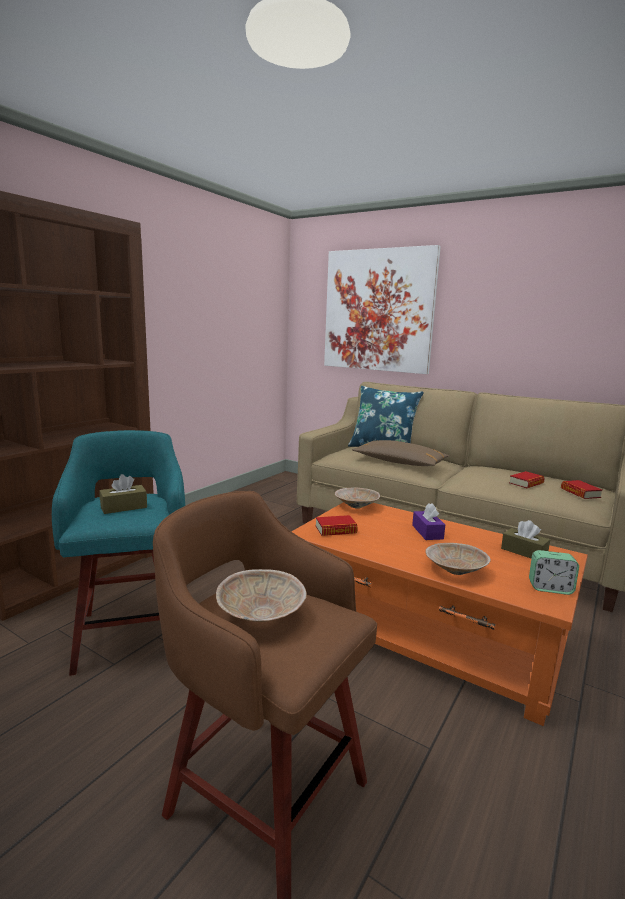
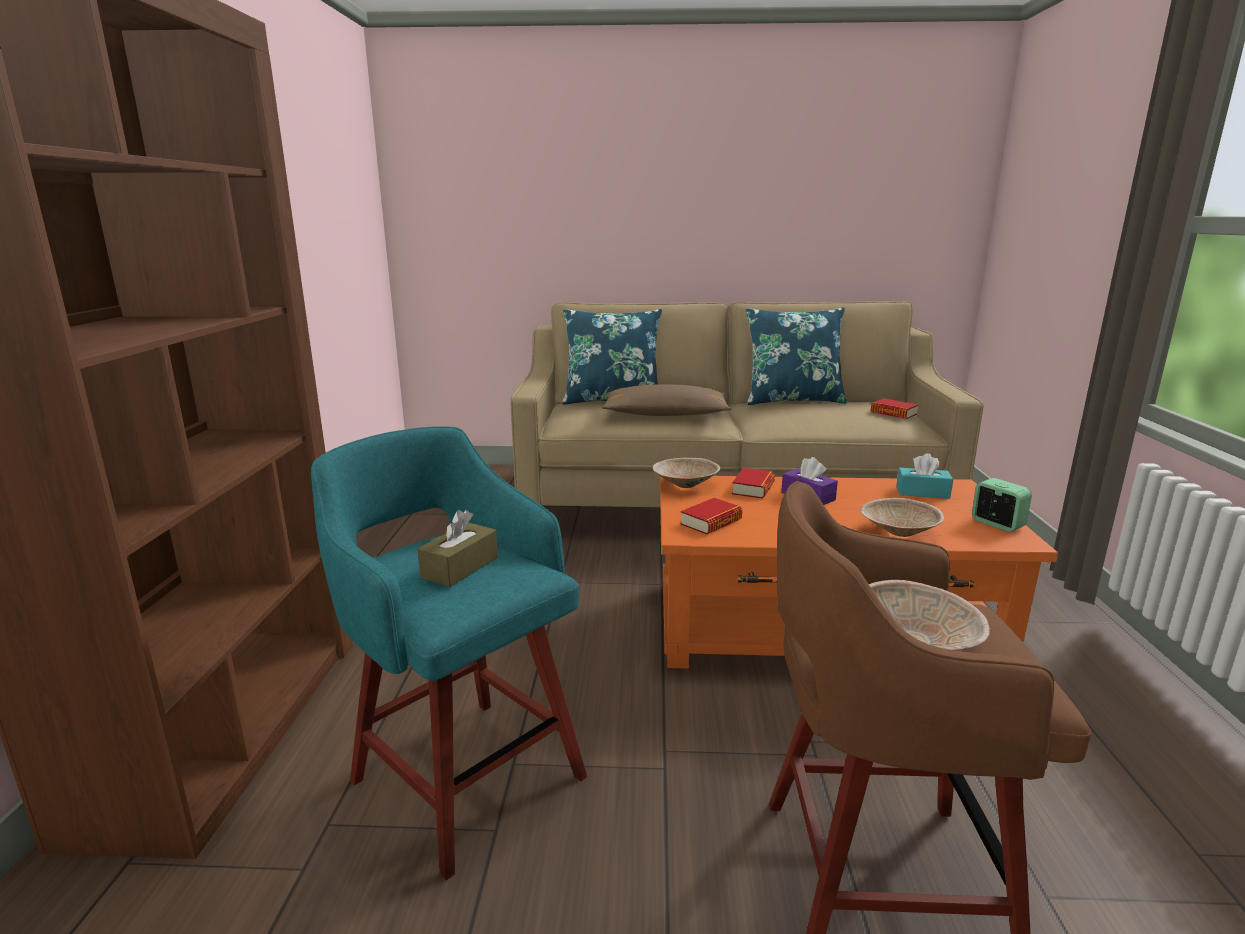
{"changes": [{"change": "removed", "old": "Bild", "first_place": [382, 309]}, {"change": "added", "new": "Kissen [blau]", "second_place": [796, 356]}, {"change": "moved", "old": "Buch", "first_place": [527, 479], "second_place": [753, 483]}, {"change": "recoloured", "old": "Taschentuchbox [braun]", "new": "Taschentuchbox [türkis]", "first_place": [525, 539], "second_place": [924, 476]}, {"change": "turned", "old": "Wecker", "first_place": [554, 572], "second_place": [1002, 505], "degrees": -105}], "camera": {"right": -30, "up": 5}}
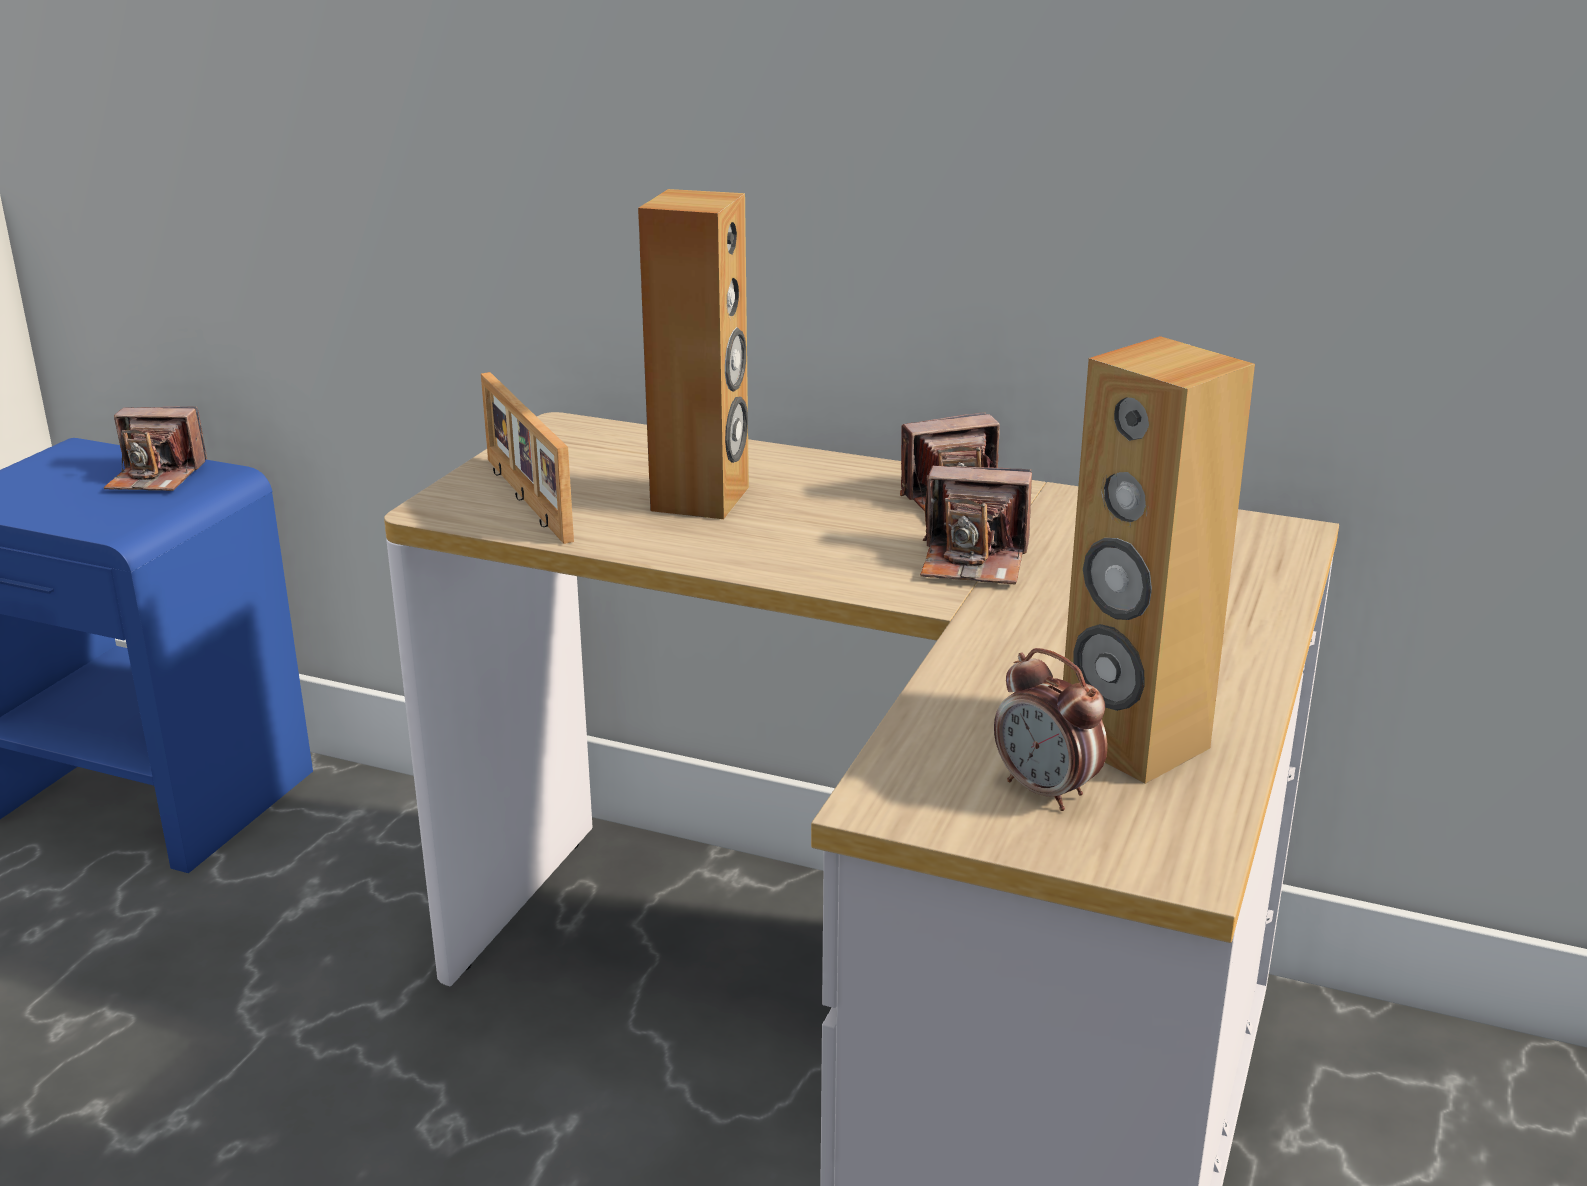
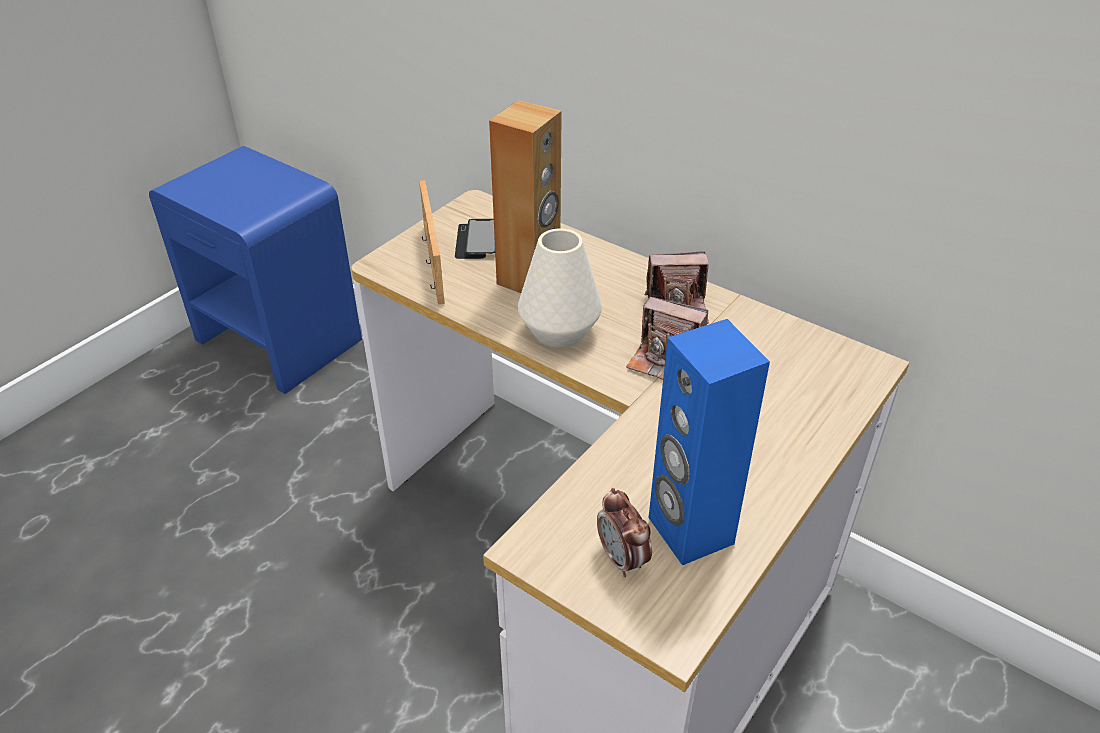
{"changes": [{"change": "removed", "old": "Kamera", "first_place": [155, 448]}, {"change": "added", "new": "Handy", "second_place": [475, 239]}, {"change": "added", "new": "Vase [weiß]", "second_place": [560, 288]}, {"change": "recoloured", "old": "Lautsprecher [braun]", "new": "Lautsprecher [blau]", "first_place": [1159, 560], "second_place": [709, 442]}], "camera": {"right": 15, "up": 15}}
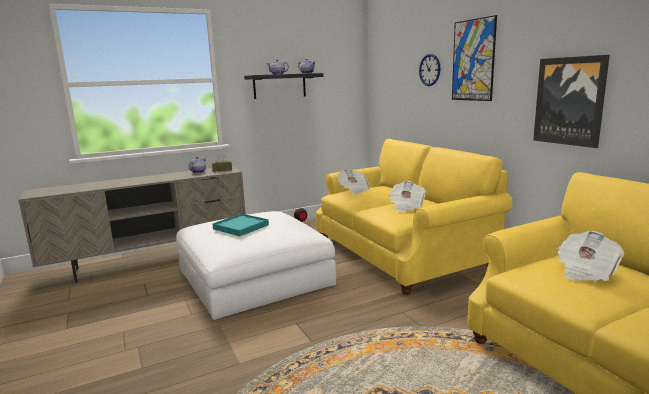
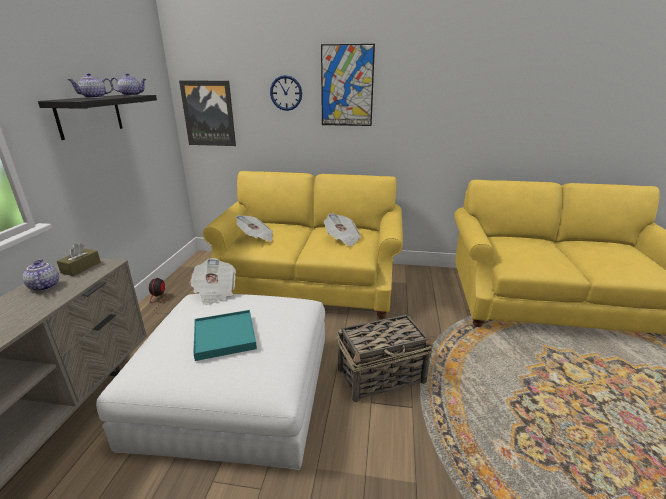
{"changes": [{"change": "added", "new": "Korb", "second_place": [385, 358]}, {"change": "moved", "old": "Bild", "first_place": [571, 101], "second_place": [207, 113]}, {"change": "moved", "old": "Zeitung", "first_place": [591, 256], "second_place": [213, 281]}], "camera": {"right": -55, "up": 10}}
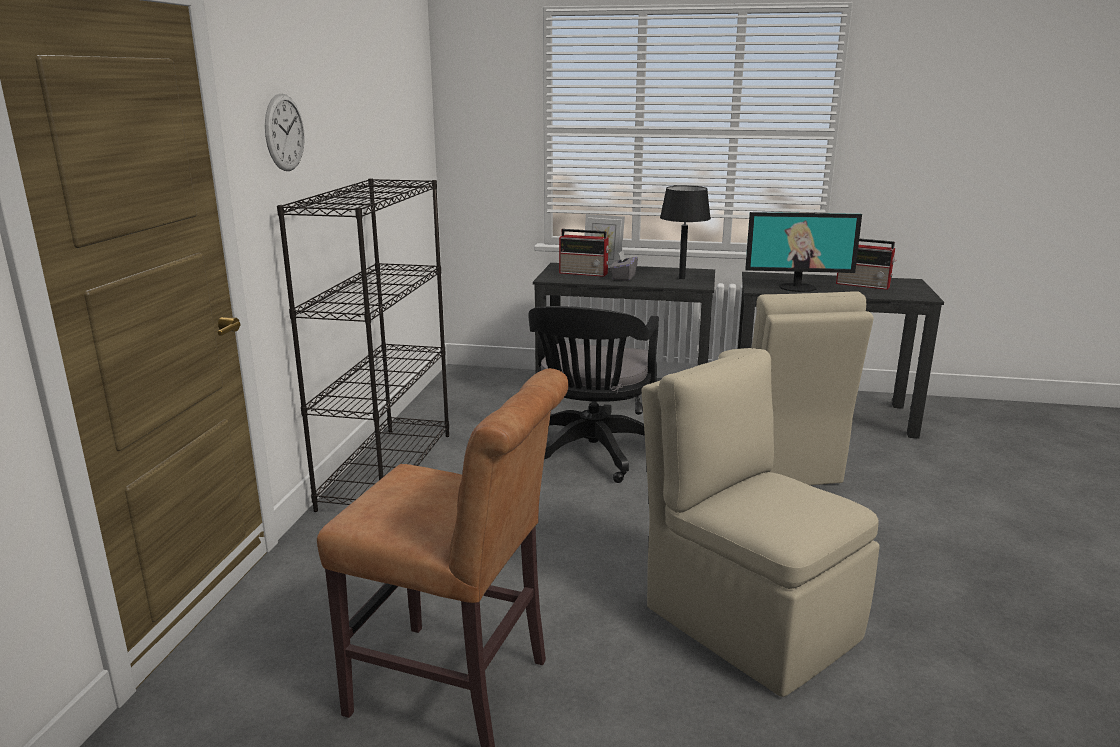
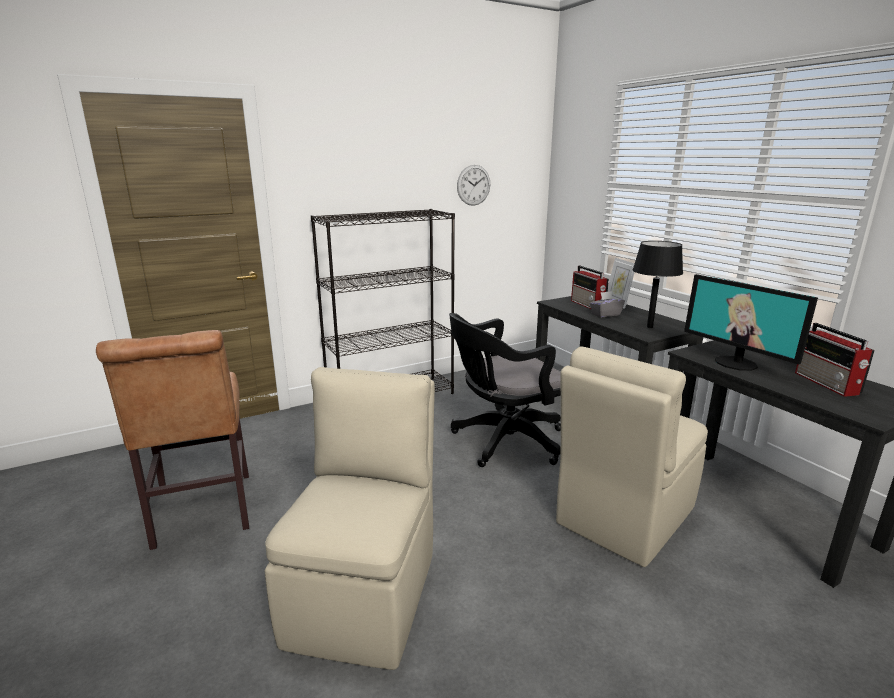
{"changes": [{"change": "moved", "old": "Wanduhr", "first_place": [285, 132], "second_place": [473, 185]}], "camera": {"right": 50, "up": 0}}
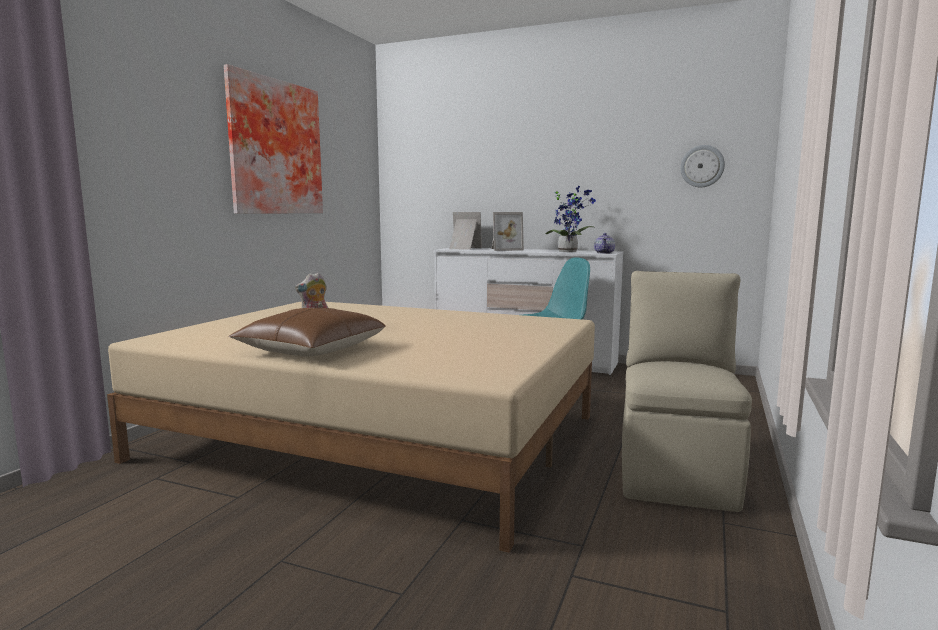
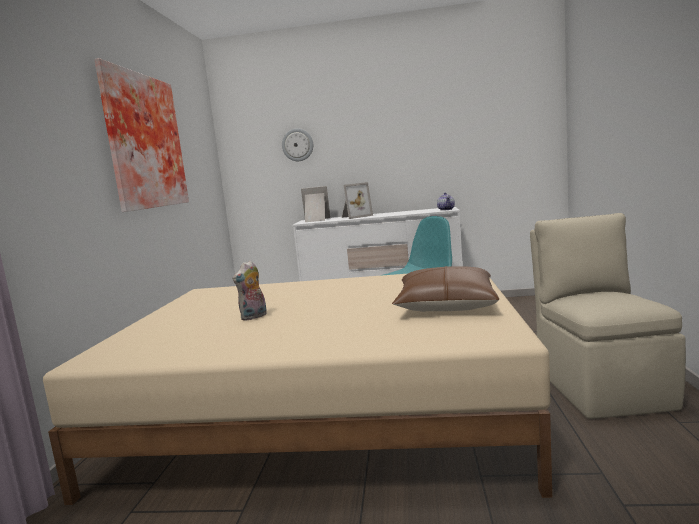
{"changes": [{"change": "removed", "old": "Topfpflanze", "first_place": [571, 219]}, {"change": "moved", "old": "Kissen [braun]", "first_place": [307, 332], "second_place": [445, 289]}, {"change": "moved", "old": "Wanduhr", "first_place": [702, 166], "second_place": [297, 144]}], "camera": {"right": -15, "up": 0}}
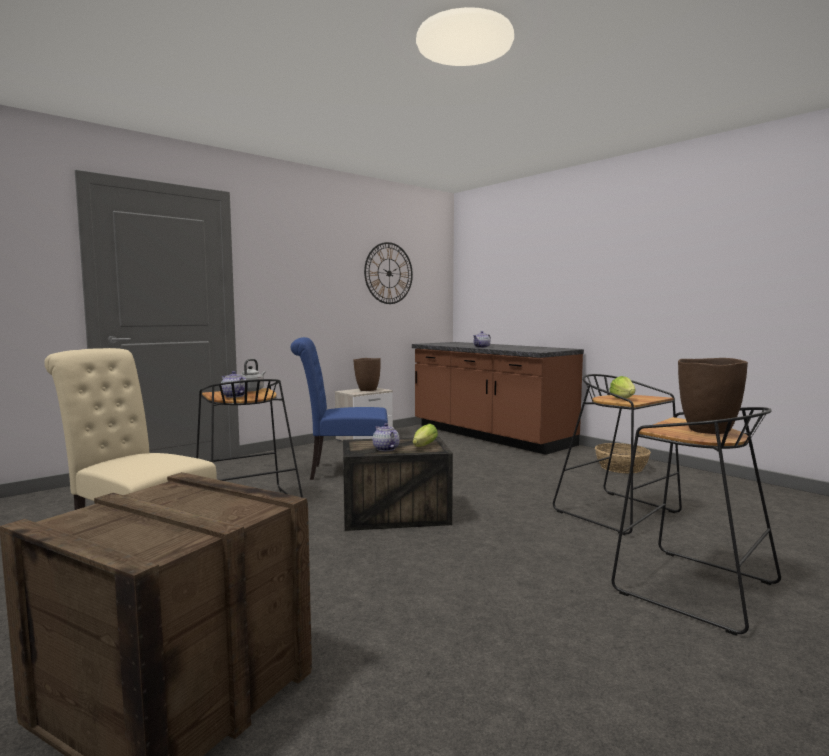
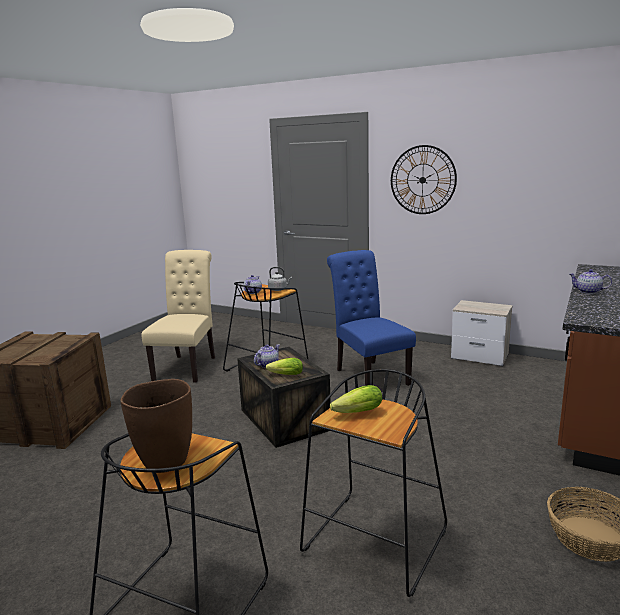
{"changes": [{"change": "removed", "old": "Vase [braun]", "first_place": [367, 374]}, {"change": "moved", "old": "Wanduhr", "first_place": [388, 273], "second_place": [424, 179]}], "camera": {"right": 70, "up": 10}}
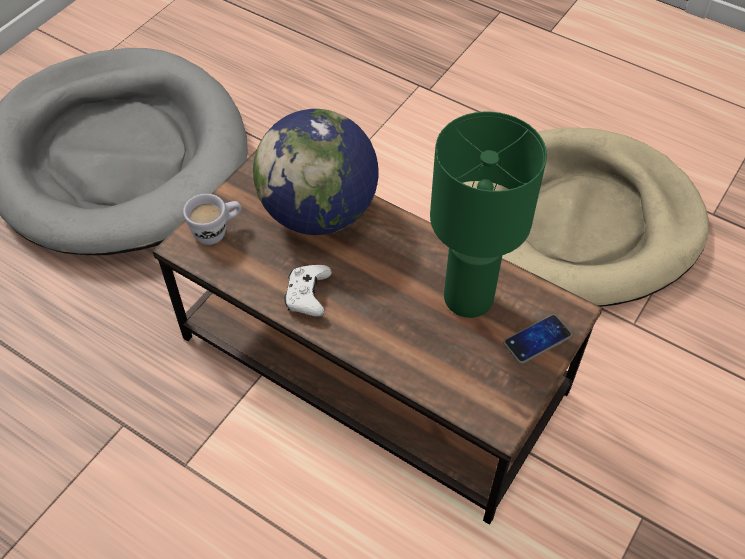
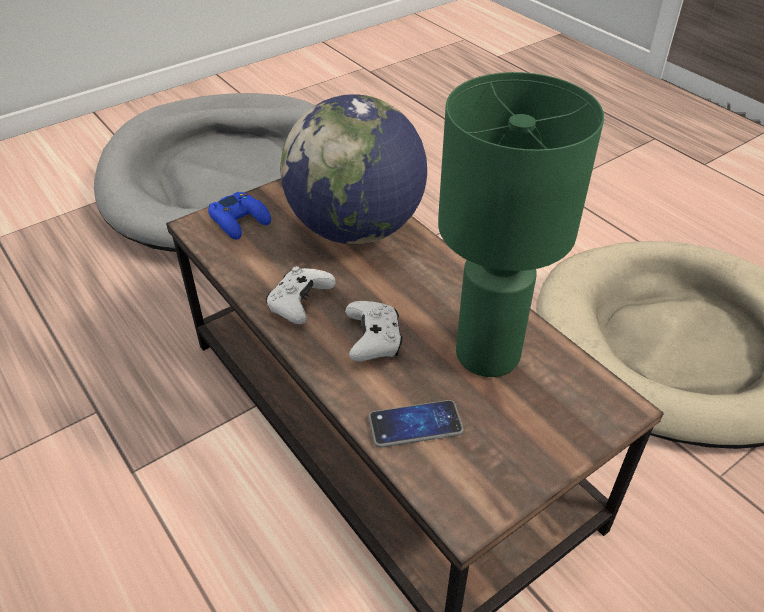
{"changes": [{"change": "added", "new": "Gamepad [weiß]", "second_place": [374, 331]}, {"change": "moved", "old": "Handy", "first_place": [537, 339], "second_place": [416, 424]}, {"change": "replaced", "old": "Henkelbecher [weiß]", "new": "Gamepad [blau]", "first_place": [212, 219], "second_place": [239, 215]}], "camera": {"right": 20, "up": -10}}
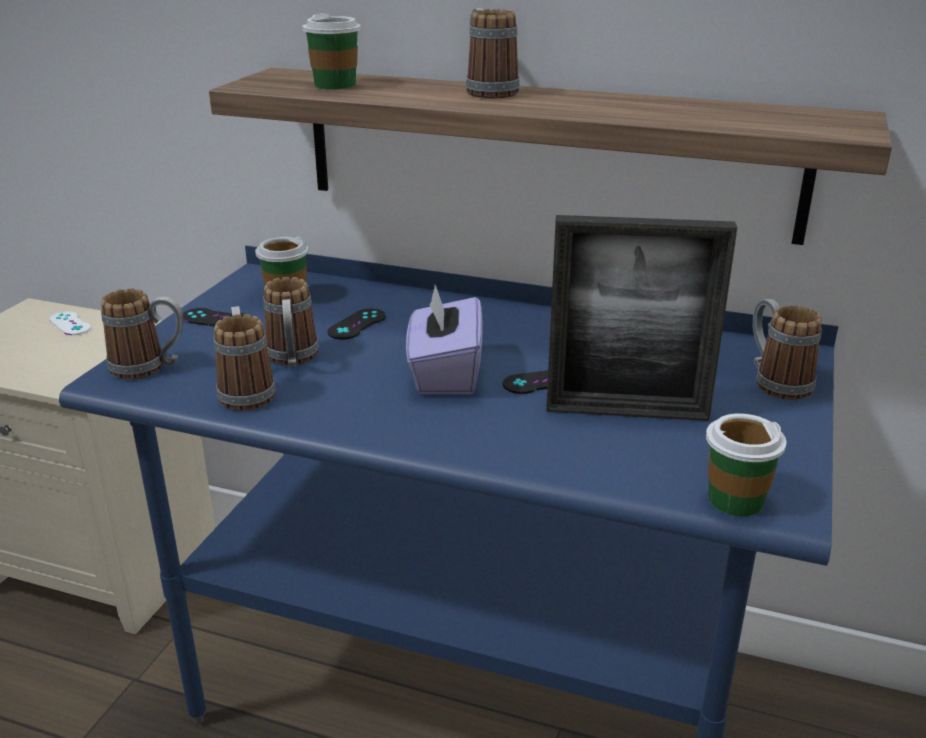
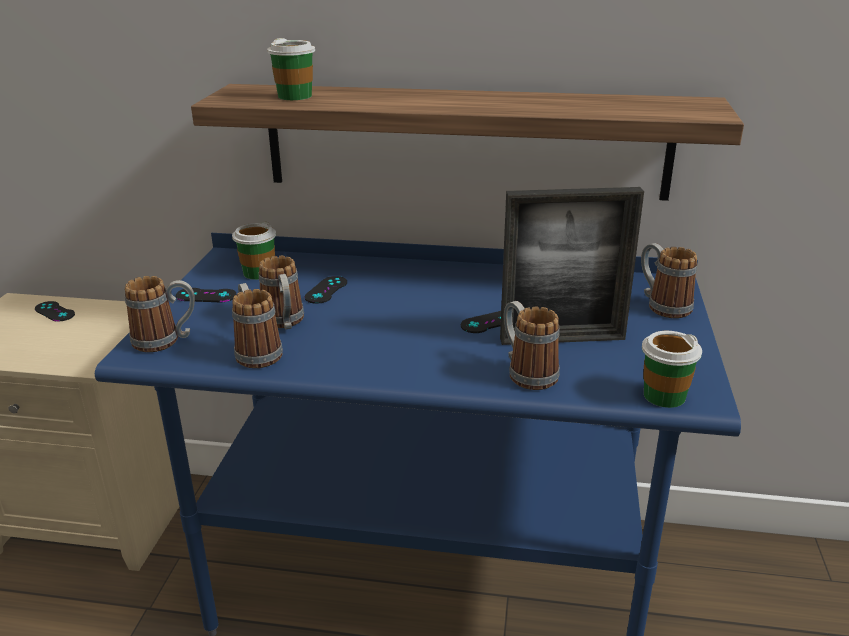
{"changes": [{"change": "removed", "old": "Taschentuchbox [lila]", "first_place": [444, 339]}, {"change": "moved", "old": "Henkelbecher", "first_place": [493, 53], "second_place": [531, 345]}, {"change": "recoloured", "old": "Gamepad [weiß]", "new": "Gamepad [schwarz]", "first_place": [70, 323], "second_place": [55, 311]}], "camera": {"right": -10, "up": 0}}
